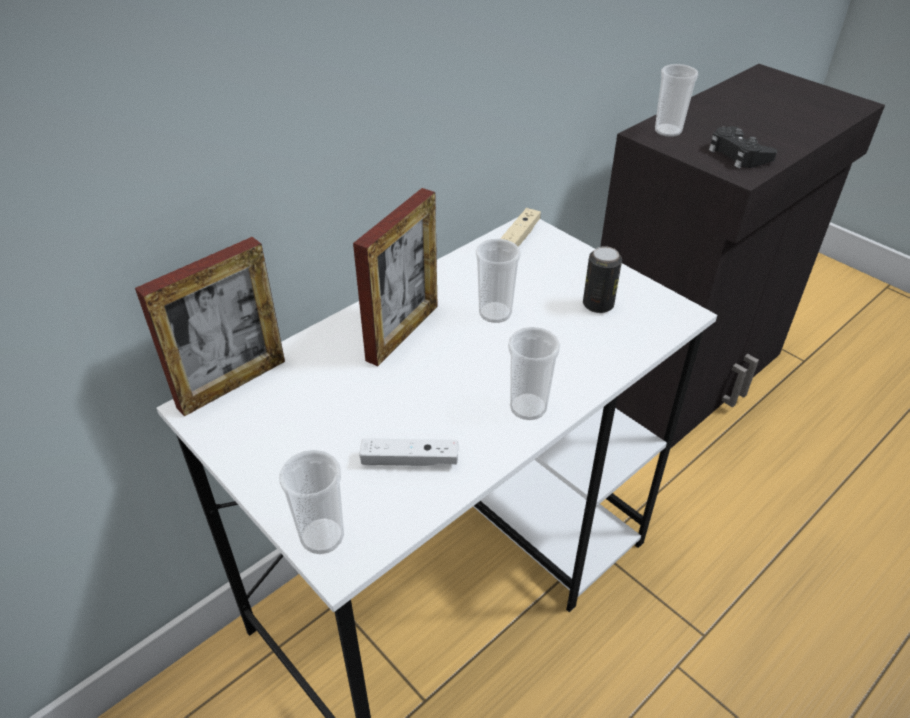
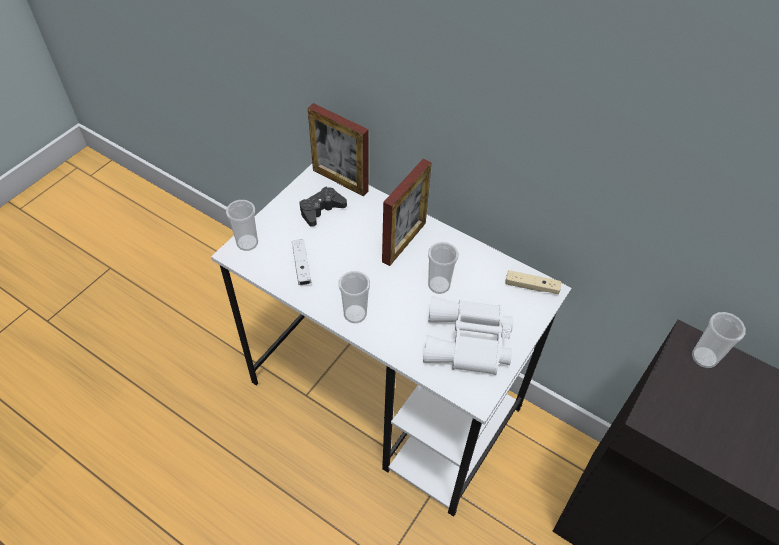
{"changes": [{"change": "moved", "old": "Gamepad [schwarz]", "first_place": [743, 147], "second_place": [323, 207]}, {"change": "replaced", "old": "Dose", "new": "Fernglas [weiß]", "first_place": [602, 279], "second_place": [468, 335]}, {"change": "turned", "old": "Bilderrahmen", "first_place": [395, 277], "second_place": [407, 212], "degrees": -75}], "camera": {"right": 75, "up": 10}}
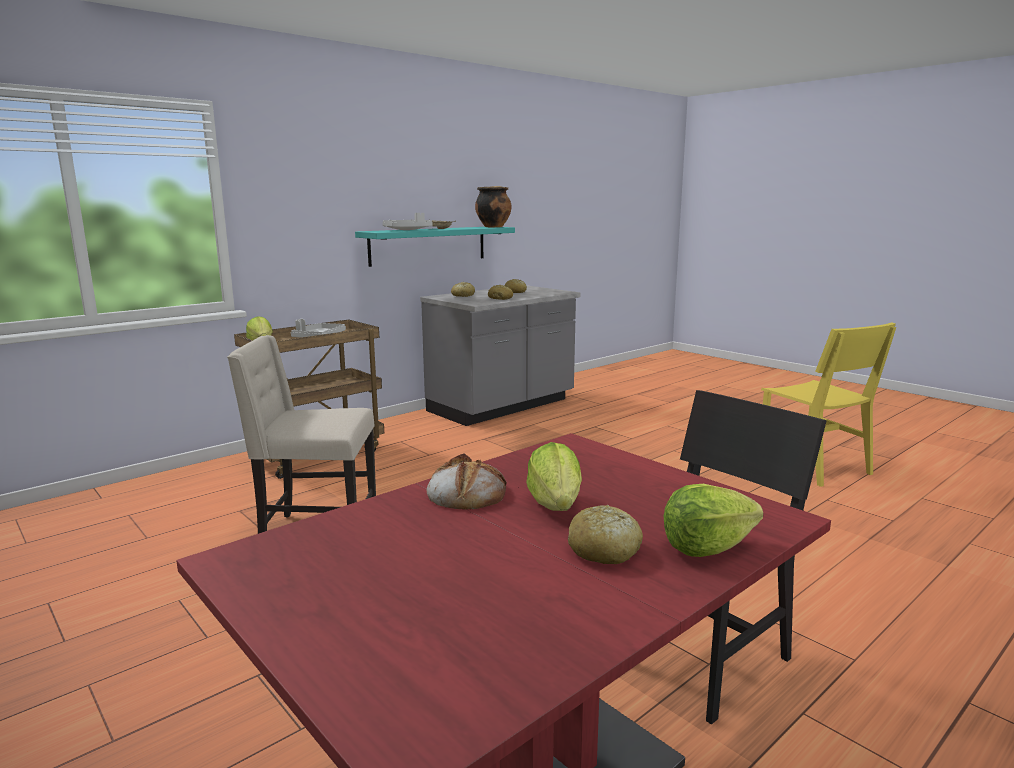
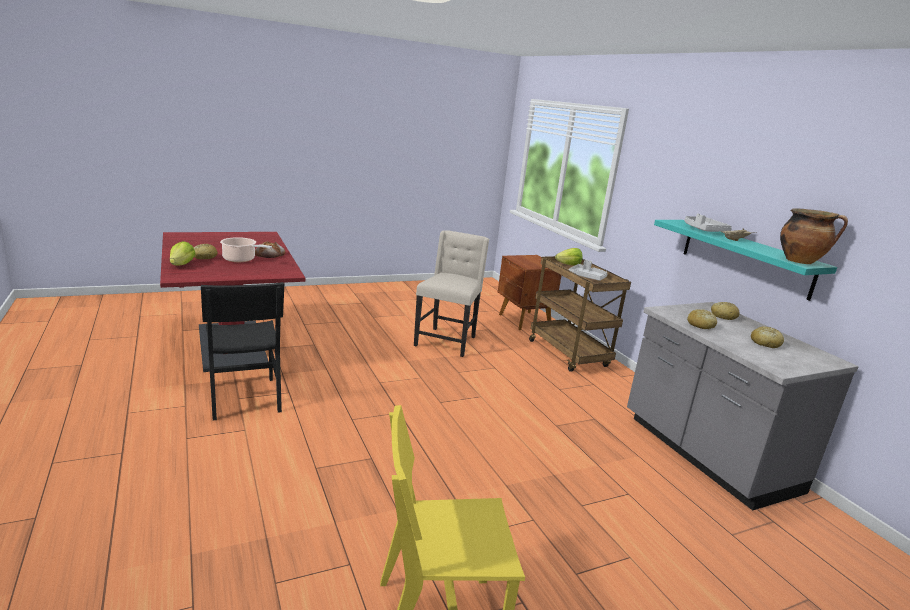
{"changes": [{"change": "added", "new": "Nachttisch [braun]", "second_place": [530, 292]}, {"change": "replaced", "old": "Salatkopf", "new": "Kochtopf", "first_place": [554, 476], "second_place": [246, 249]}], "camera": {"right": 105, "up": 5}}
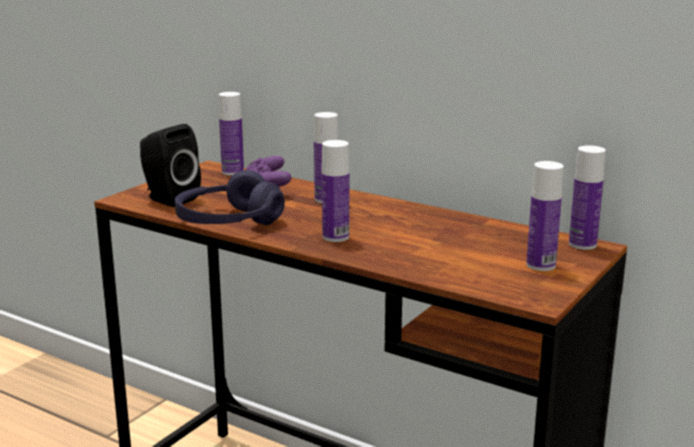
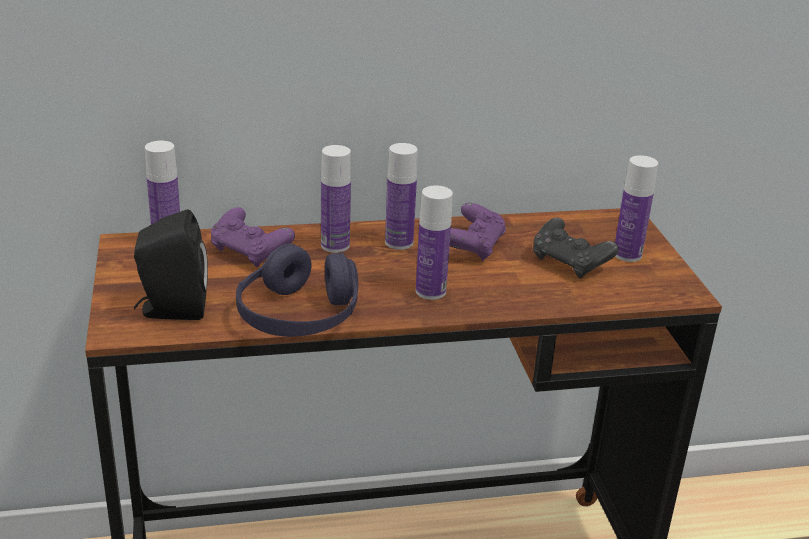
{"changes": [{"change": "added", "new": "Gamepad [lila]", "second_place": [478, 232]}, {"change": "added", "new": "Gamepad [schwarz]", "second_place": [576, 248]}, {"change": "moved", "old": "Flasche", "first_place": [587, 197], "second_place": [401, 196]}], "camera": {"right": -45, "up": 10}}
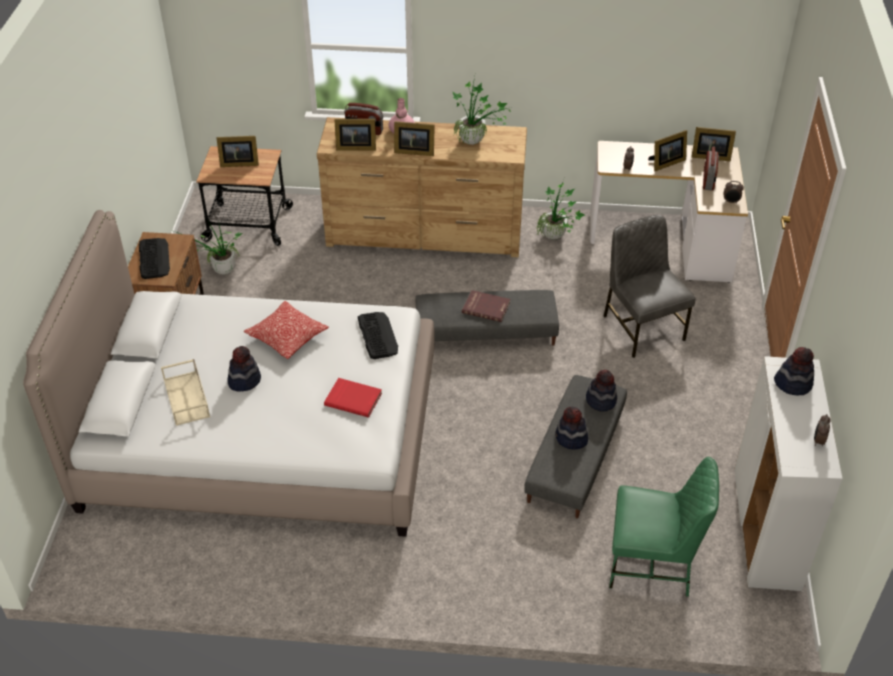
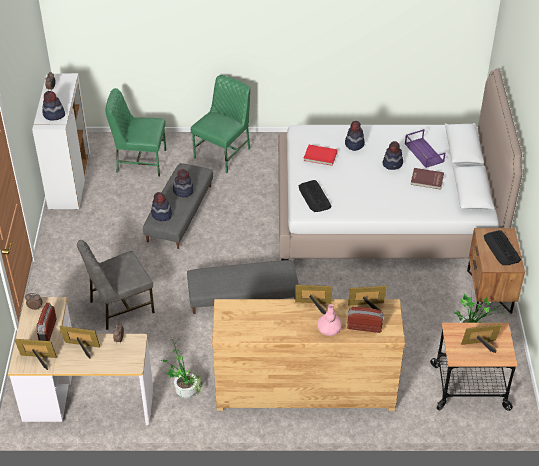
{"changes": [{"change": "removed", "old": "Kissen", "first_place": [286, 330]}, {"change": "removed", "old": "Topfpflanze", "first_place": [482, 111]}, {"change": "added", "new": "Stuhl [grün]", "second_place": [220, 124]}, {"change": "added", "new": "Hut", "second_place": [355, 136]}, {"change": "moved", "old": "Buch [rot]", "first_place": [486, 306], "second_place": [427, 179]}, {"change": "recoloured", "old": "Tablett [beige]", "new": "Tablett [lila]", "first_place": [185, 392], "second_place": [425, 148]}, {"change": "turned", "old": "Stuhl [grau]", "first_place": [650, 286], "second_place": [116, 285], "degrees": 90}, {"change": "turned", "old": "Bilderrahmen", "first_place": [667, 150], "second_place": [80, 342], "degrees": 45}], "camera": {"right": 175, "up": 0}}
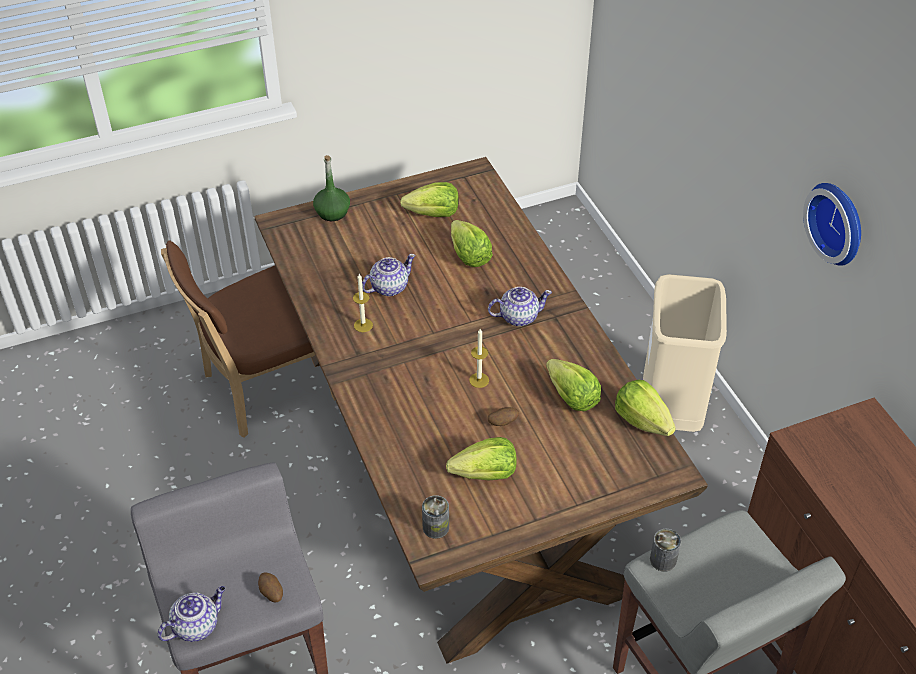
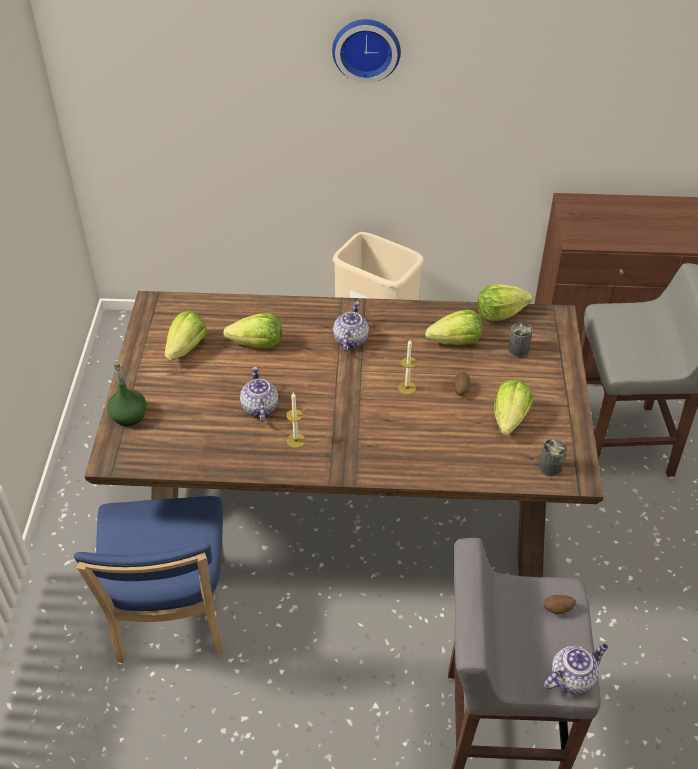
{"changes": [{"change": "moved", "old": "Dose", "first_place": [665, 550], "second_place": [520, 339]}, {"change": "moved", "old": "Wanduhr", "first_place": [832, 224], "second_place": [366, 51]}, {"change": "recoloured", "old": "Stuhl [braun]", "new": "Stuhl [blau]", "first_place": [248, 339], "second_place": [149, 579]}, {"change": "turned", "old": "Teekanne", "first_place": [191, 614], "second_place": [576, 669], "degrees": 75}], "camera": {"right": -65, "up": 0}}
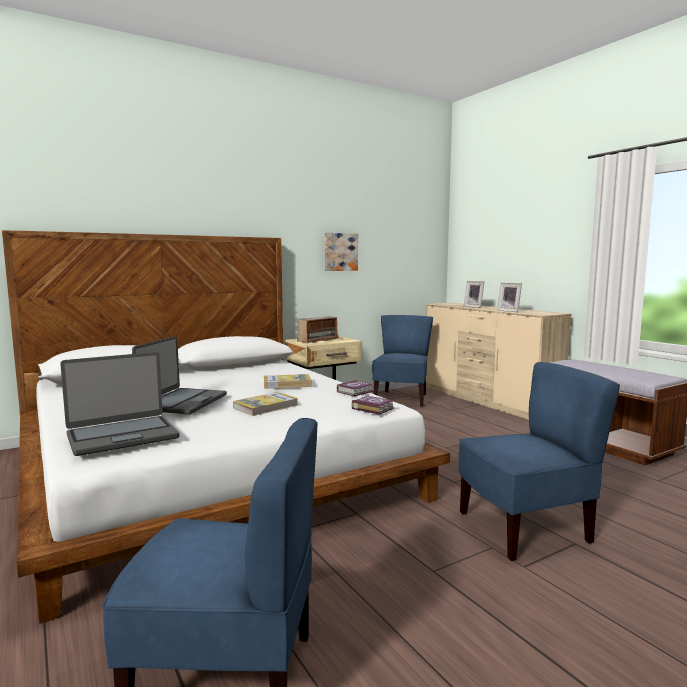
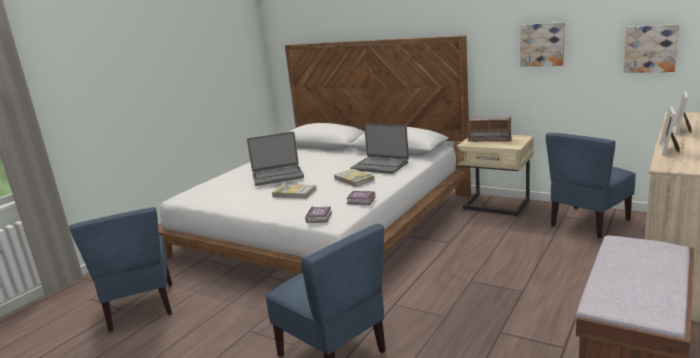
{"changes": [{"change": "added", "new": "Bild", "second_place": [651, 48]}, {"change": "moved", "old": "Laptop", "first_place": [119, 404], "second_place": [380, 149]}, {"change": "turned", "old": "Stuhl [blau]", "first_place": [402, 361], "second_place": [591, 186], "degrees": 150}], "camera": {"right": 65, "up": 10}}
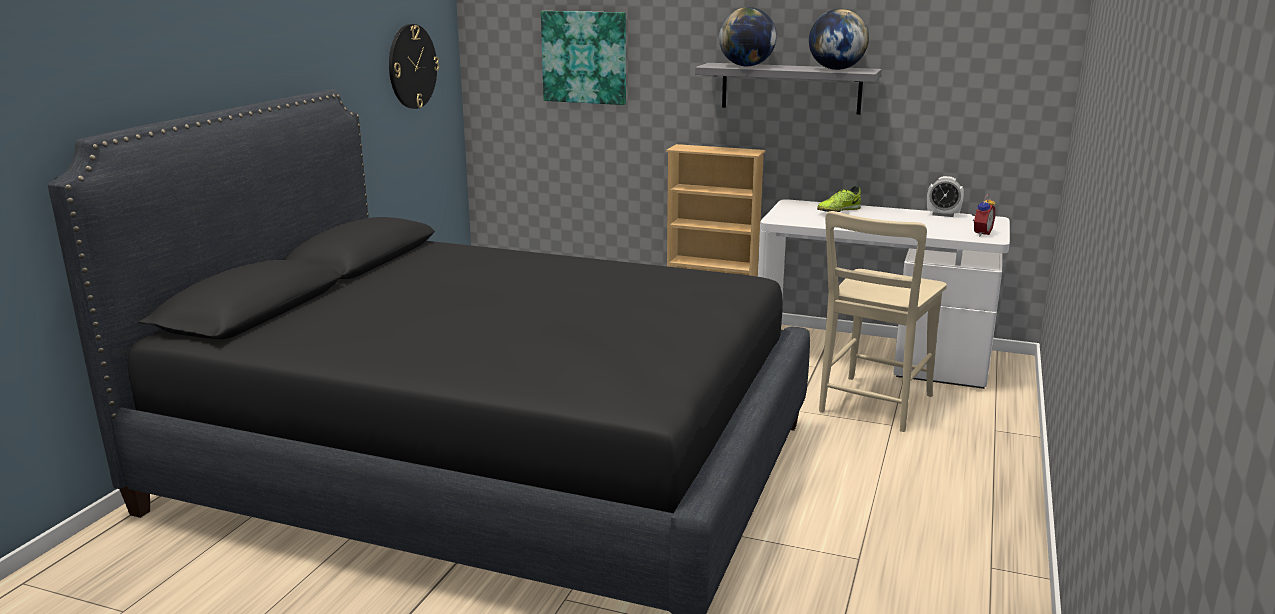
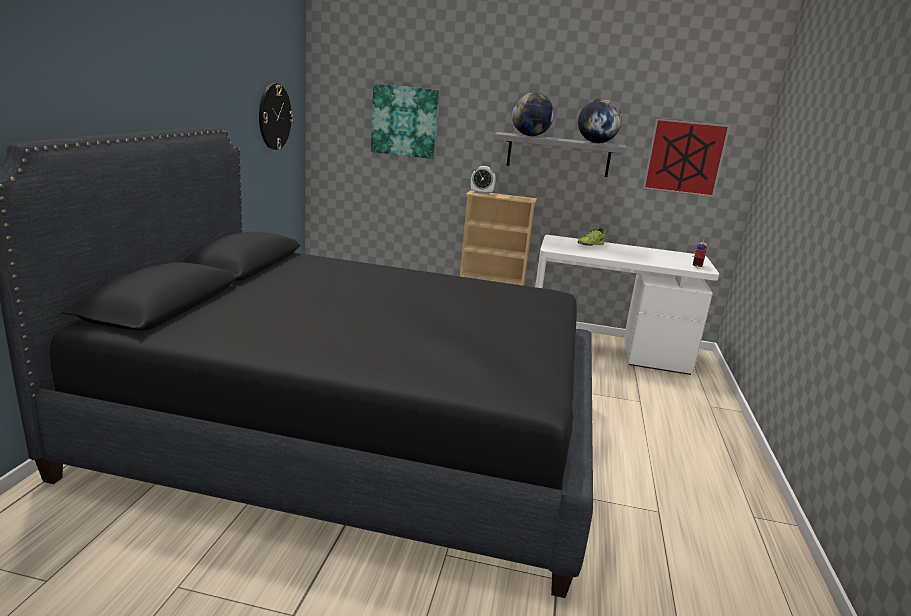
{"changes": [{"change": "removed", "old": "Stuhl [beige]", "first_place": [883, 321]}, {"change": "added", "new": "Bild", "second_place": [686, 157]}, {"change": "moved", "old": "Wecker", "first_place": [945, 196], "second_place": [483, 180]}], "camera": {"right": -10, "up": 0}}
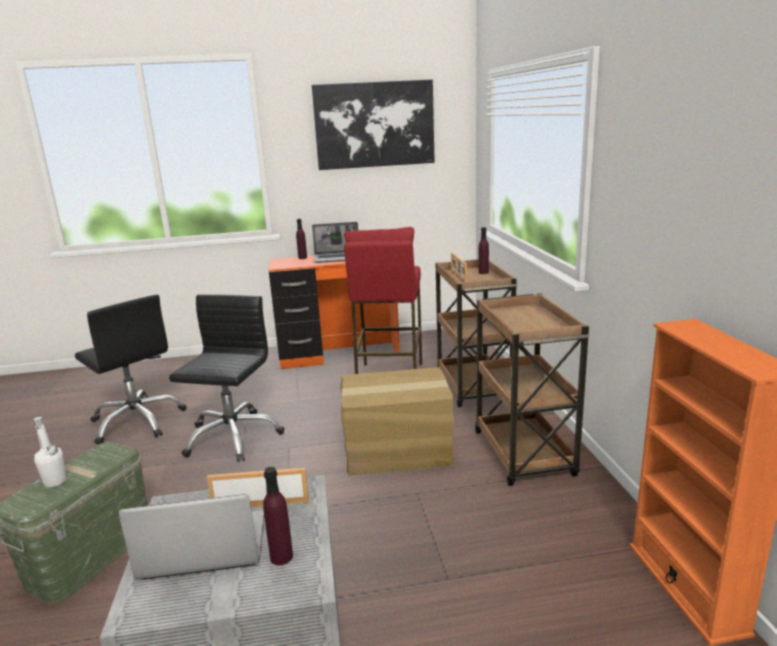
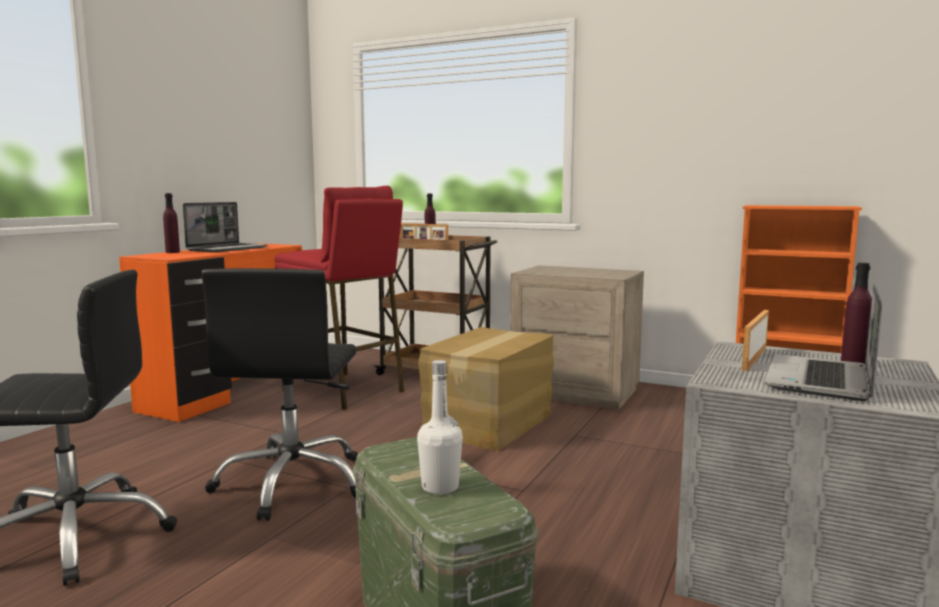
{"changes": [{"change": "removed", "old": "Bild", "first_place": [373, 125]}, {"change": "replaced", "old": "Rollwagen [braun]", "new": "Nachttisch [beige]", "first_place": [532, 389], "second_place": [577, 337]}, {"change": "turned", "old": "Bürostuhl [schwarz]", "first_place": [227, 378], "second_place": [279, 394], "degrees": -135}], "camera": {"right": -55, "up": -10}}
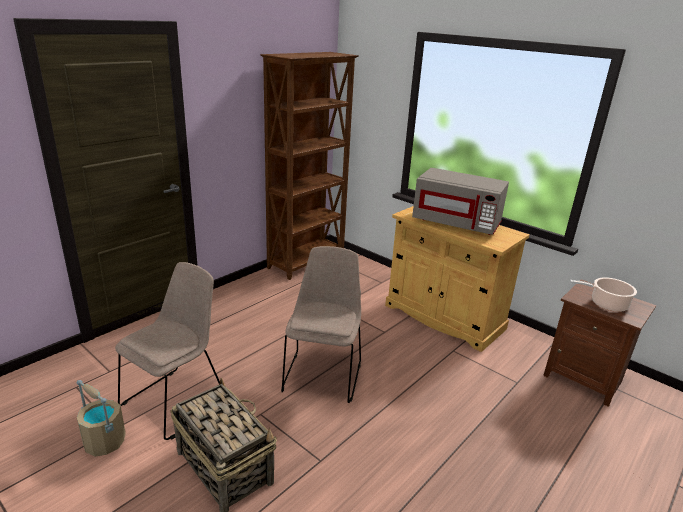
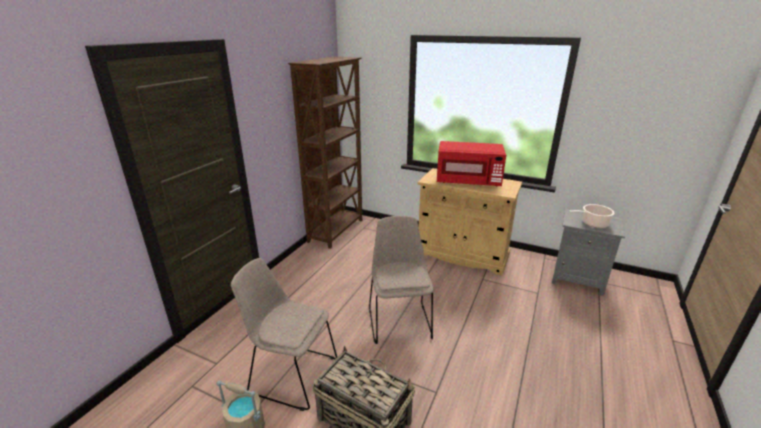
{"changes": [{"change": "recoloured", "old": "Mikrowelle [grau]", "new": "Mikrowelle [rot]", "first_place": [460, 201], "second_place": [471, 163]}, {"change": "recoloured", "old": "Nachttisch [braun]", "new": "Nachttisch [grau]", "first_place": [599, 343], "second_place": [588, 252]}, {"change": "turned", "old": "Stuhl [beige]", "first_place": [167, 351], "second_place": [284, 334], "degrees": -90}], "camera": {"right": -15, "up": 0}}
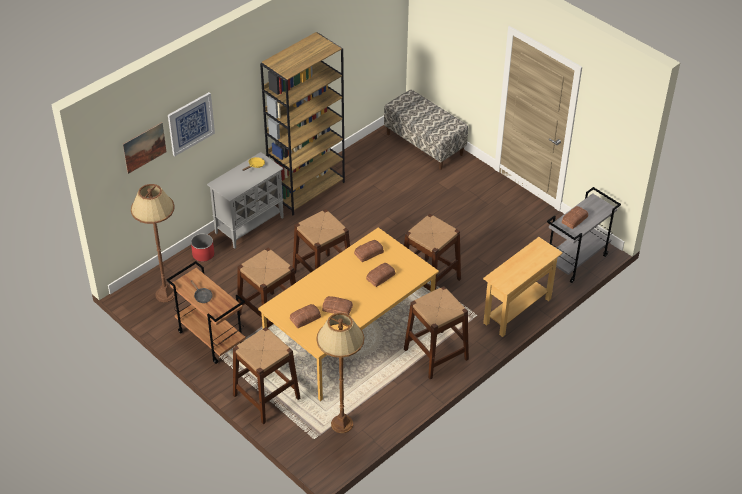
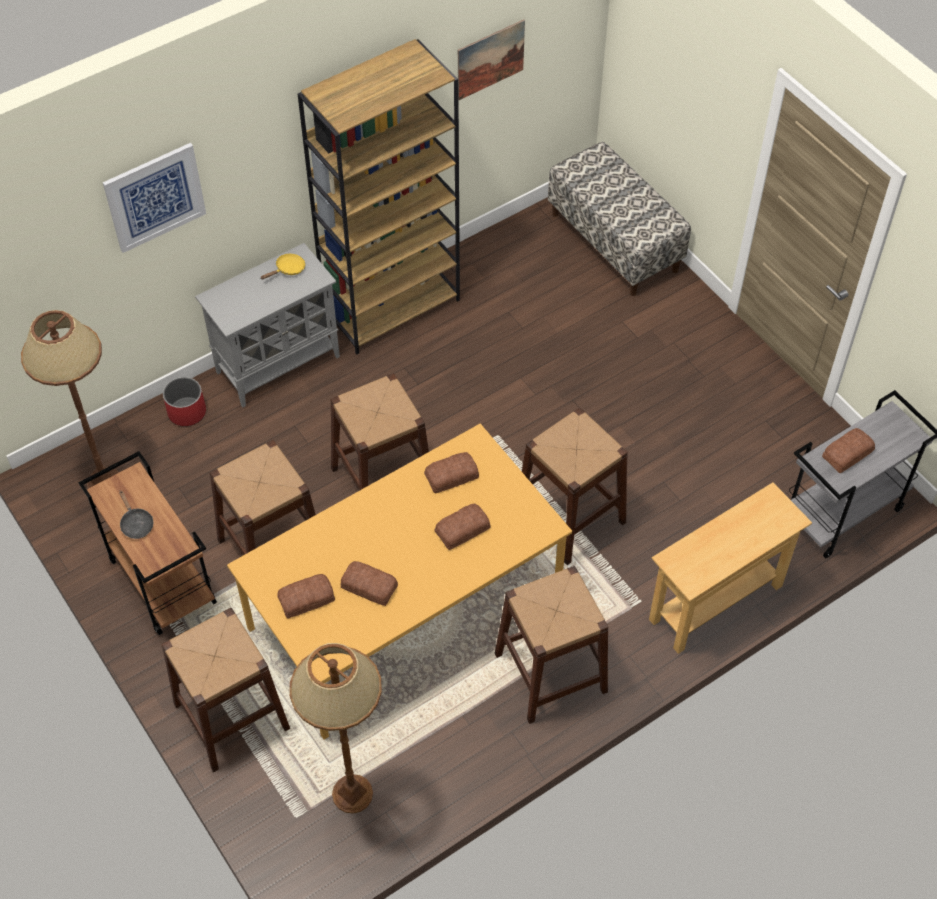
{"changes": [{"change": "moved", "old": "Bild", "first_place": [145, 148], "second_place": [491, 59]}], "camera": {"right": 10, "up": 10}}
